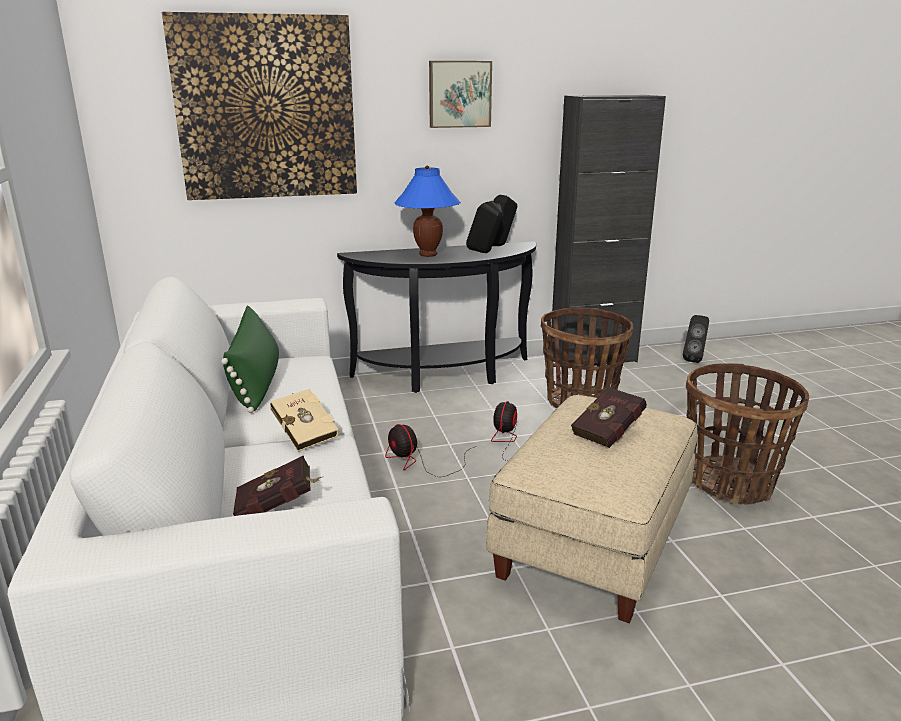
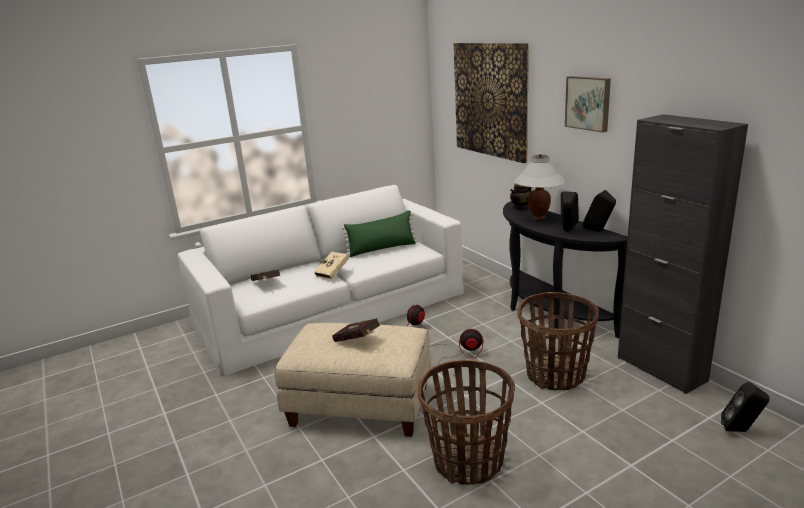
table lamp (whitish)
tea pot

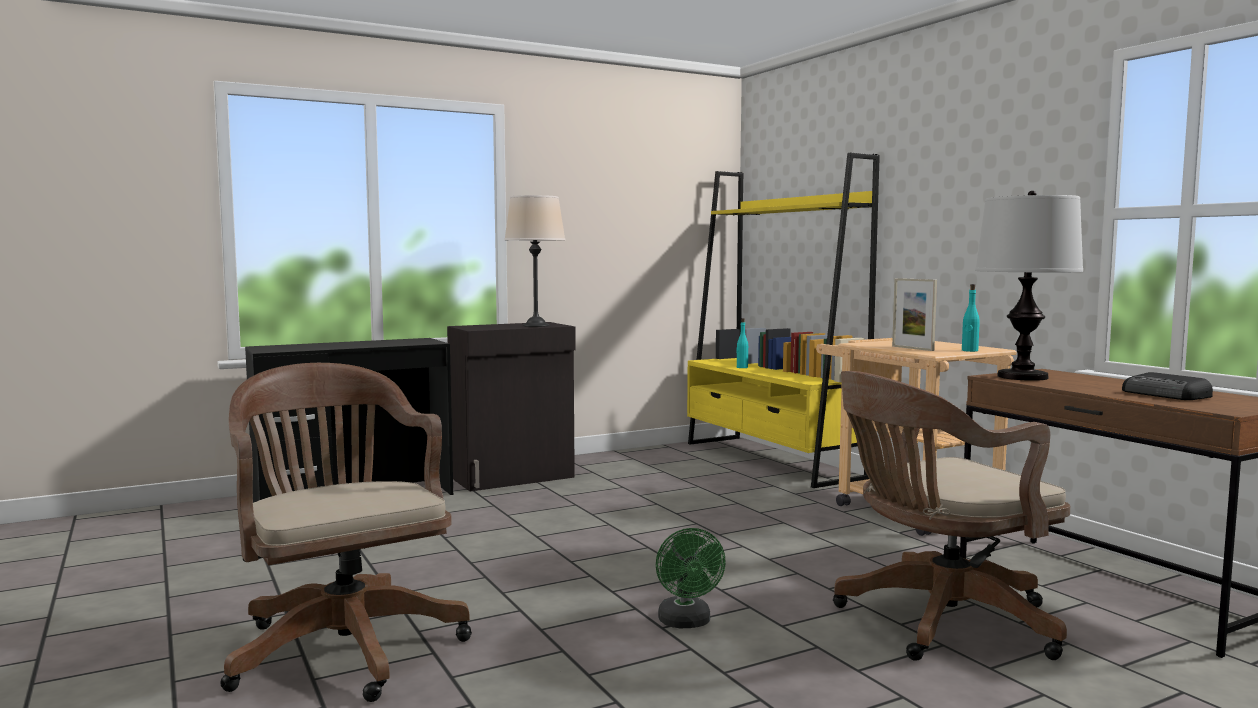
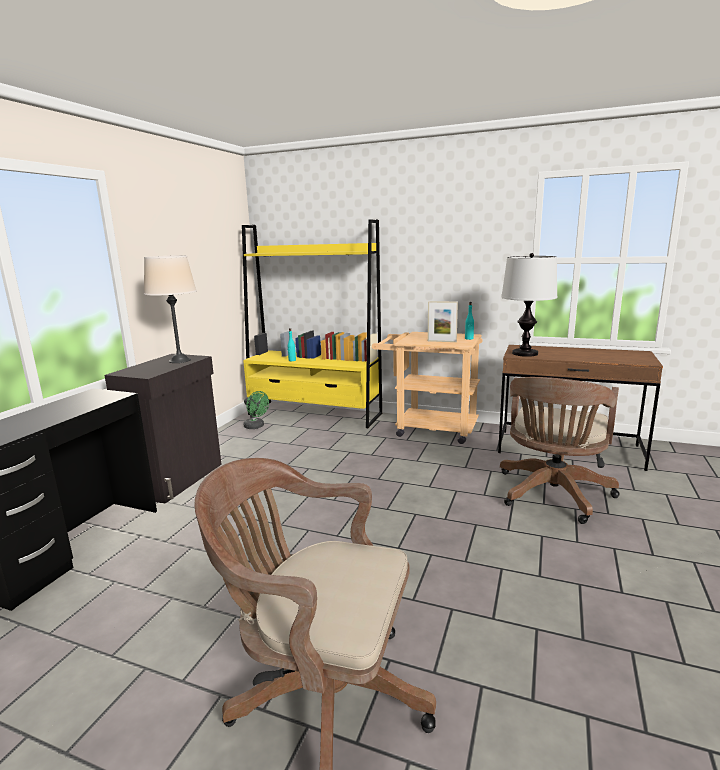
radio receiver
cooling fan (green)

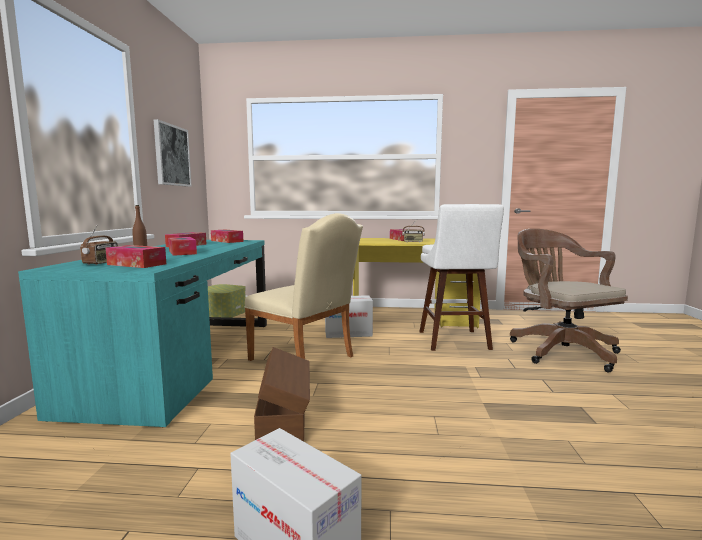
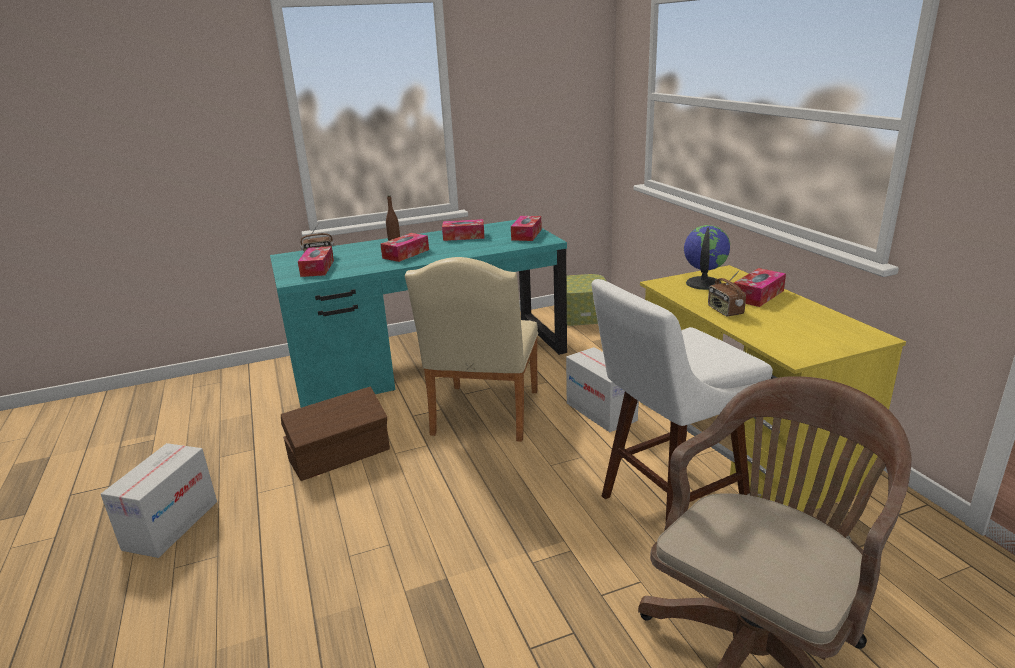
wall art
world globe

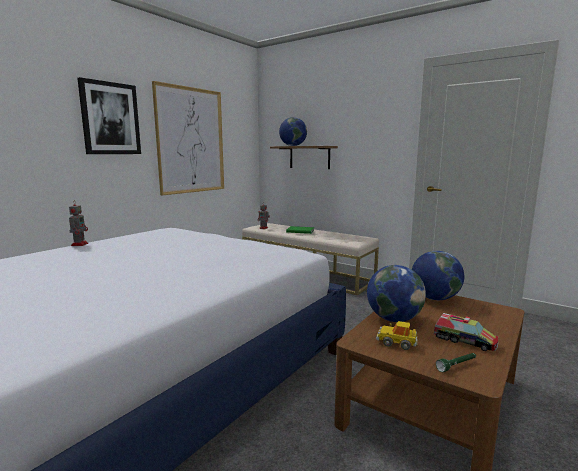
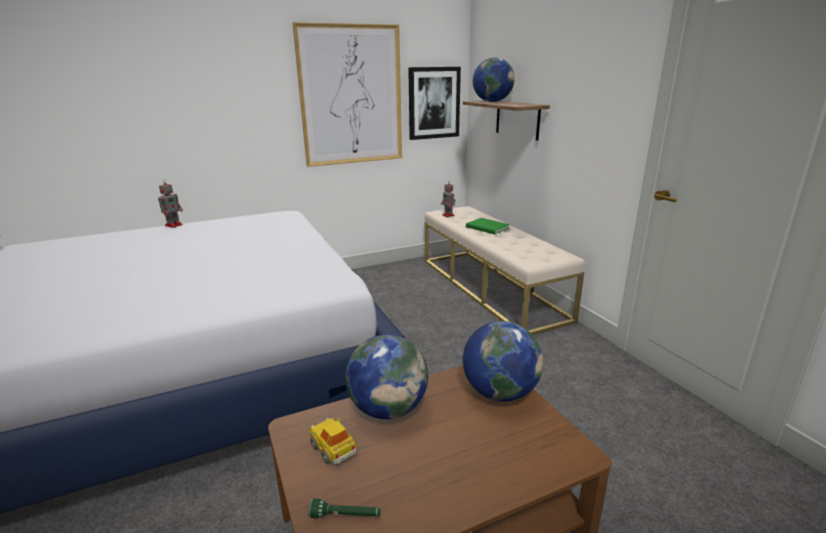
wall art (2nd from left)
model truck

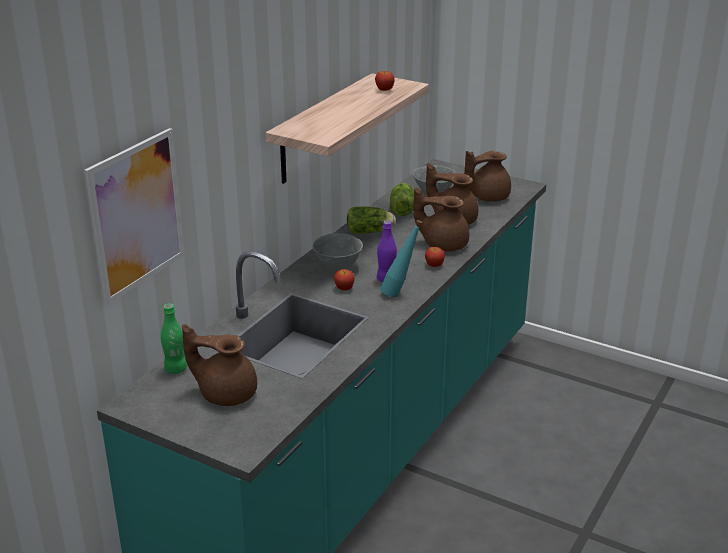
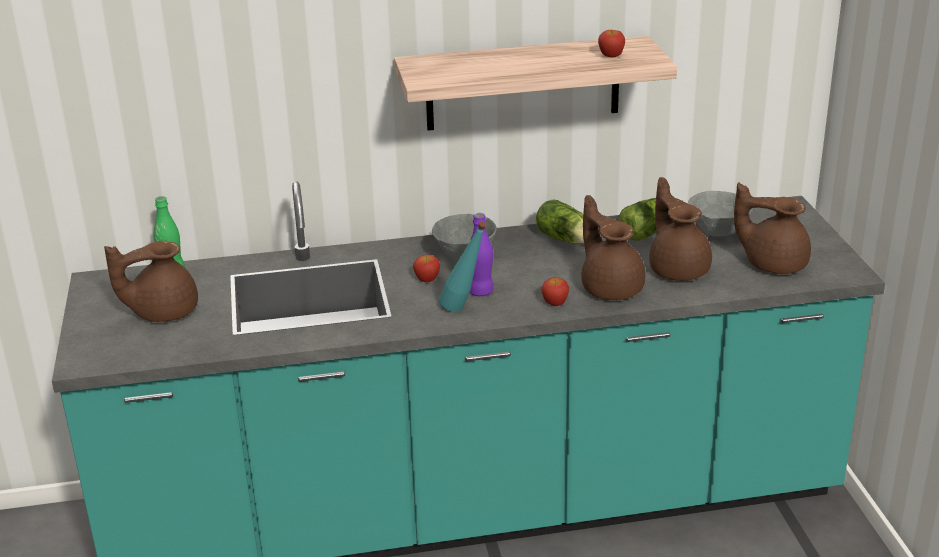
wall art
tea pot (brown-coloured) (1st from left)

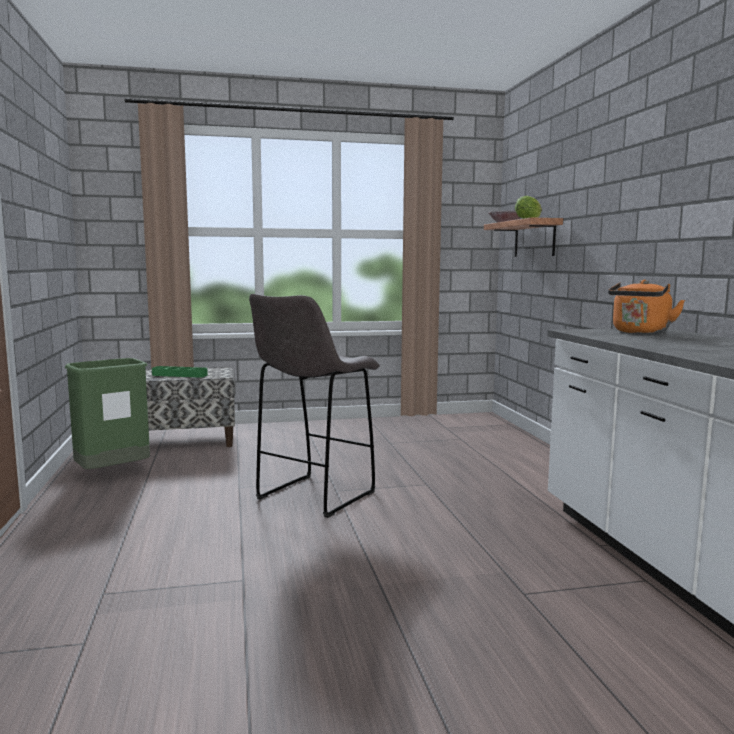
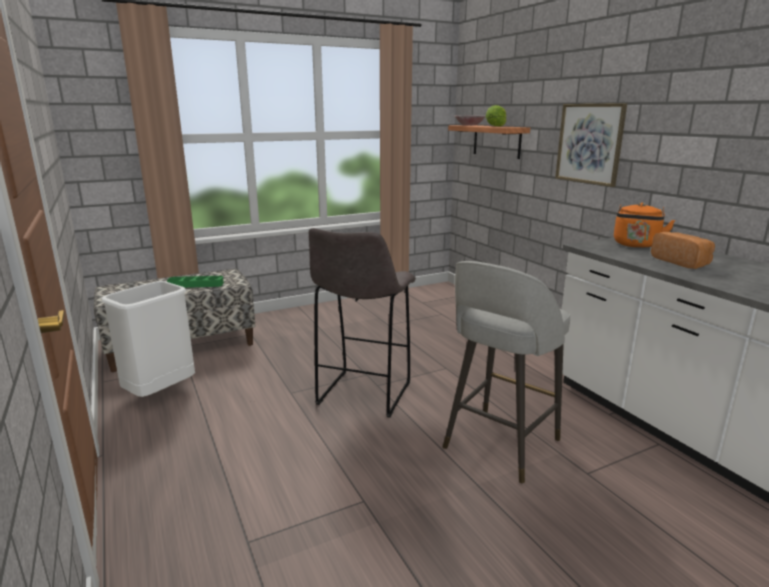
trash can (whitish)
wall art
baked bread
stool (greyish) (2nd from left)

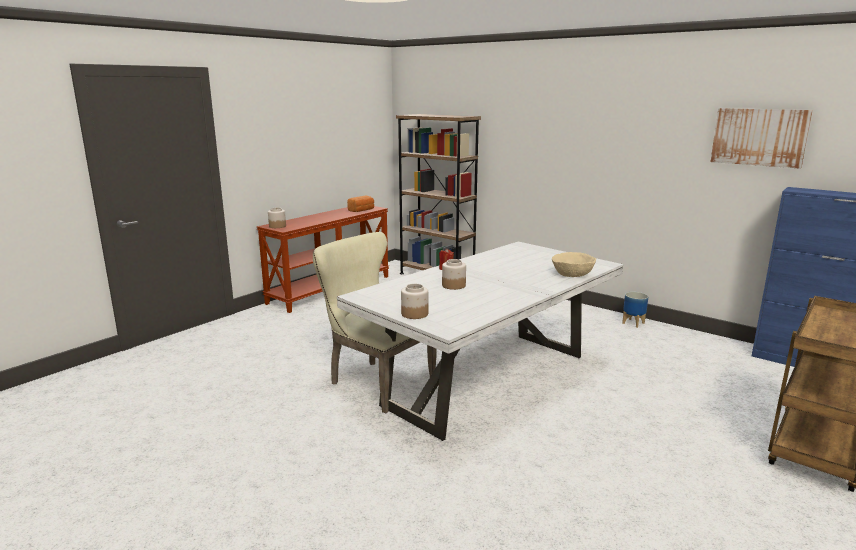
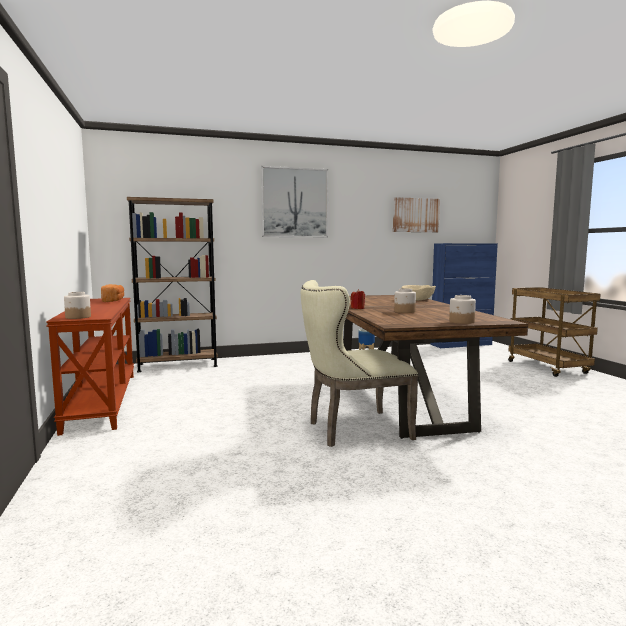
dining table (brown-coloured)
wall art (1st from left)

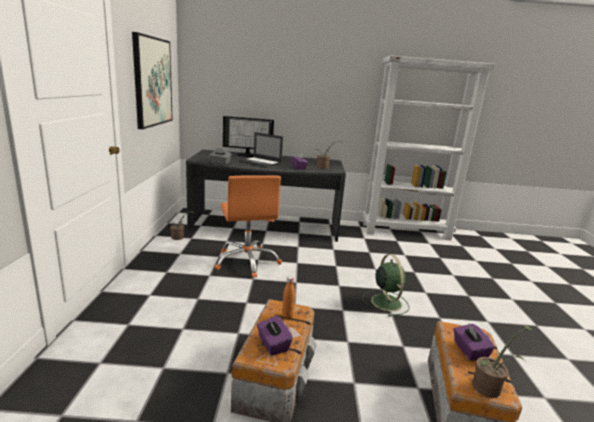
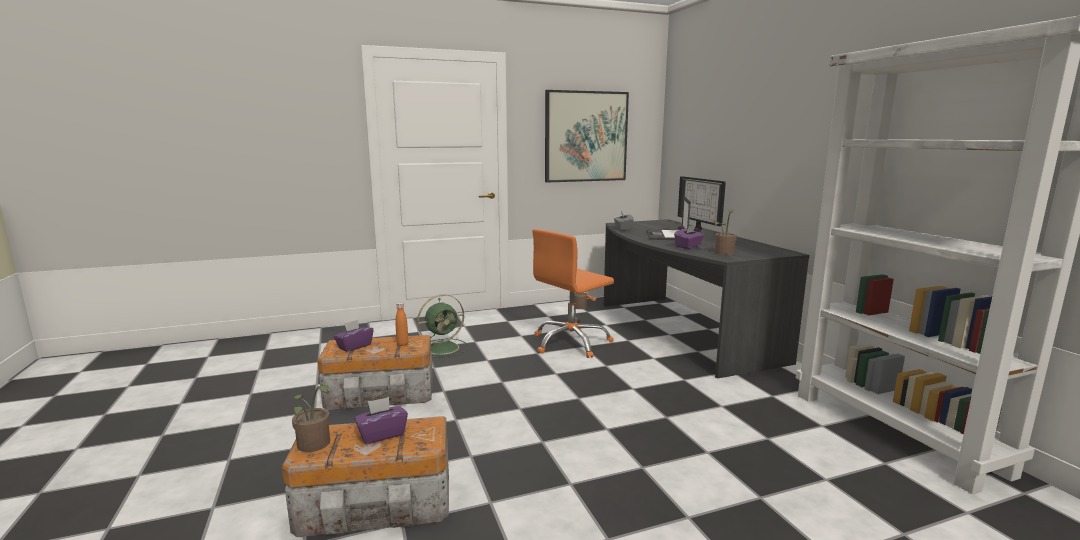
cooling fan (green)

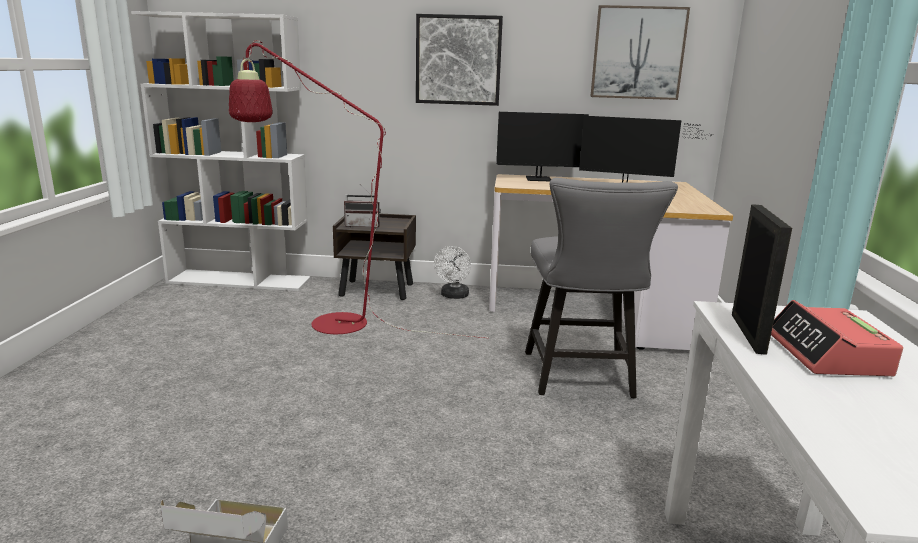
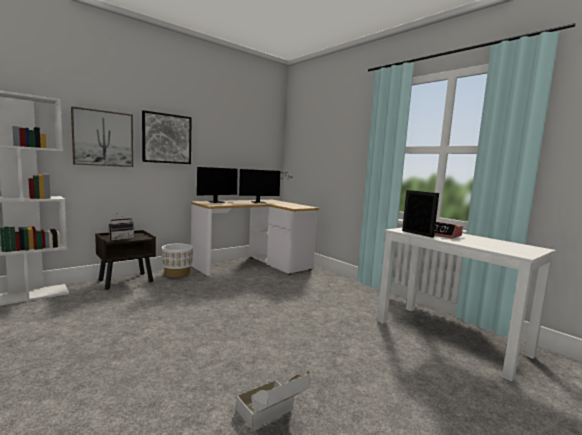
wall art (1st from left)
standard lamp (red)
upright chair (greyish)
flower pot (whitish)

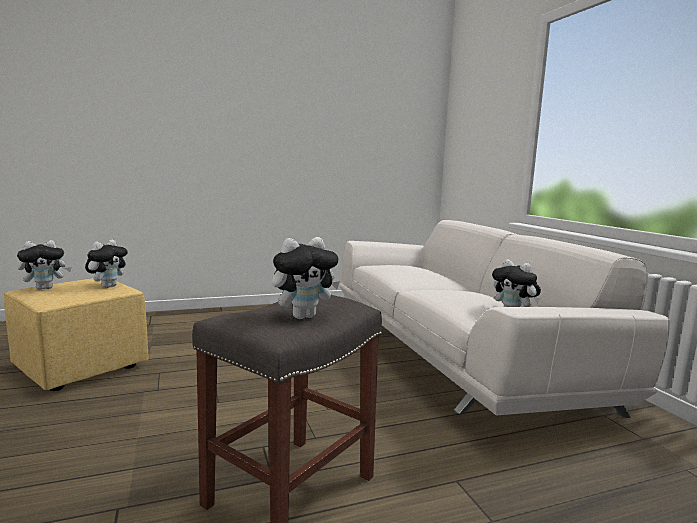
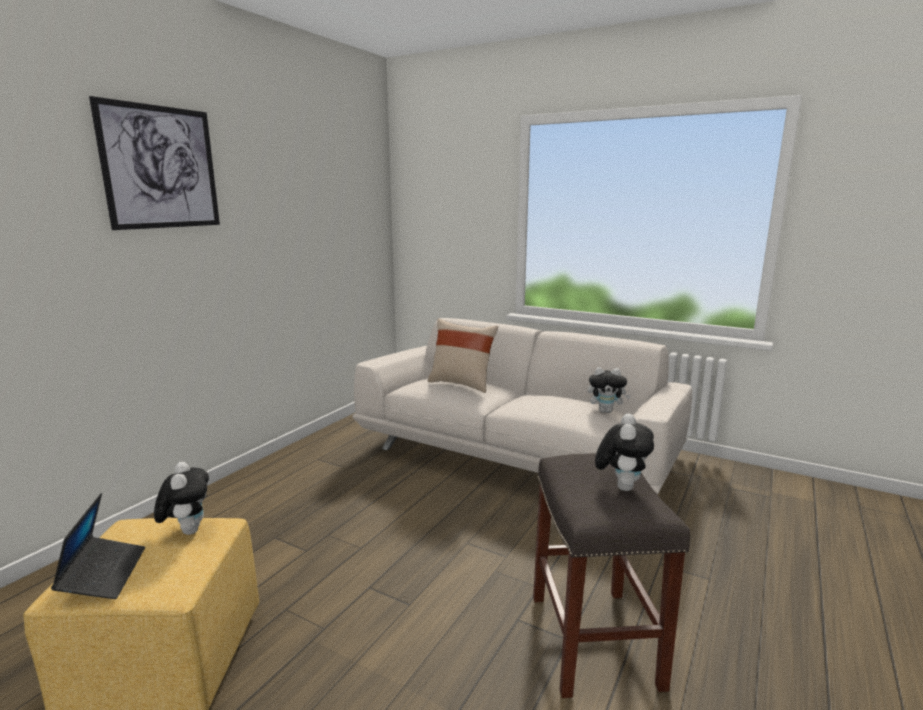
portable computer
wall art
cushion (beige)

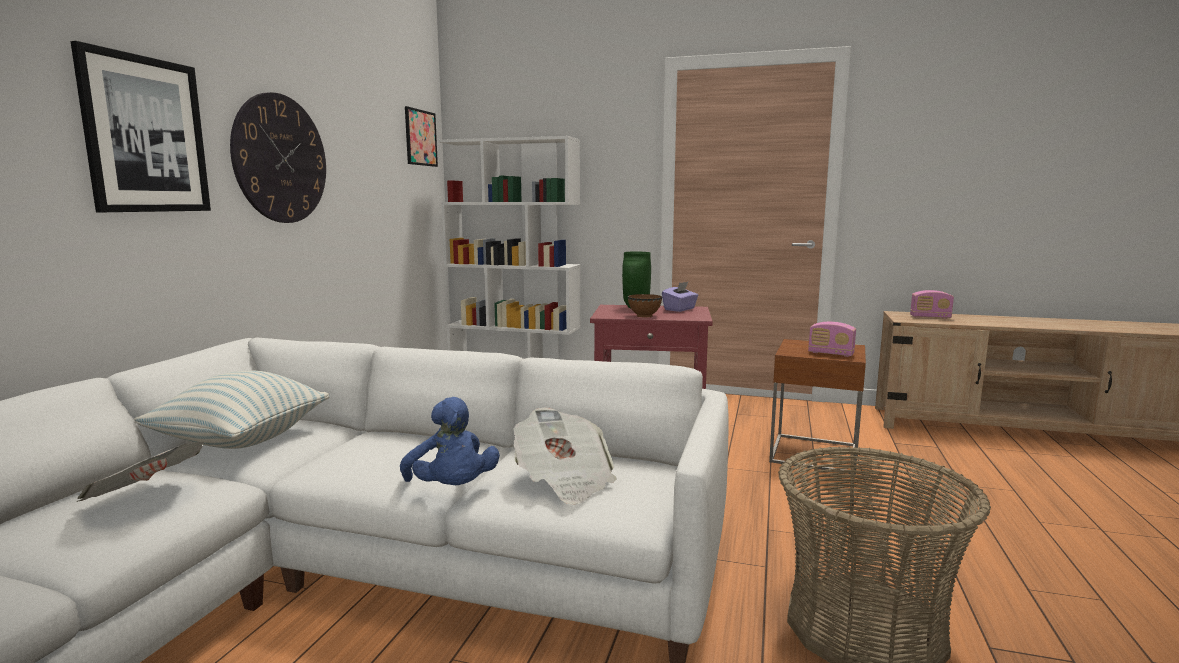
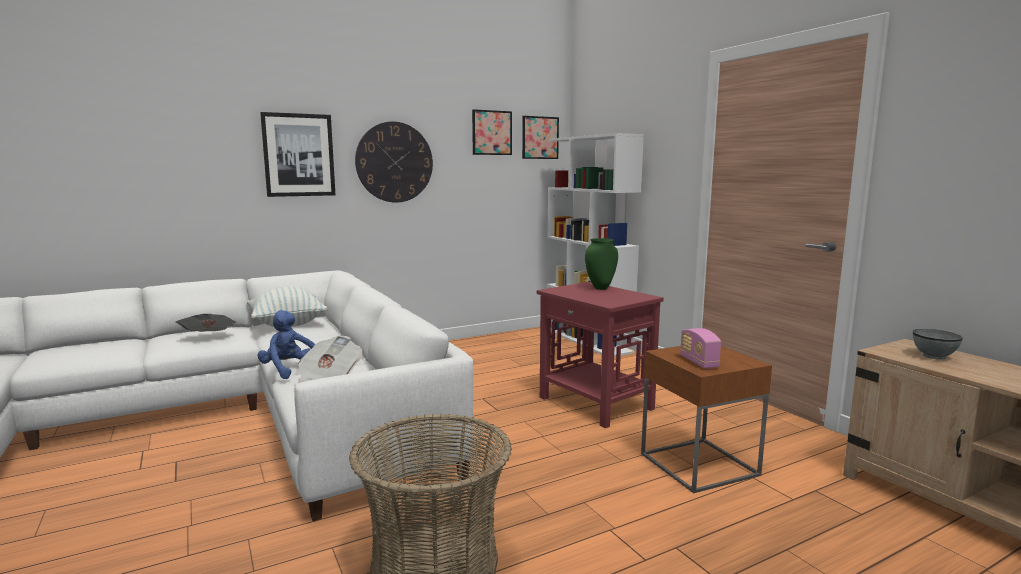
tissue holder (purple)
serving bowl (greyish)
serving bowl (brown-coloured)
plush toy (bluish)
wall art (2nd from left)

